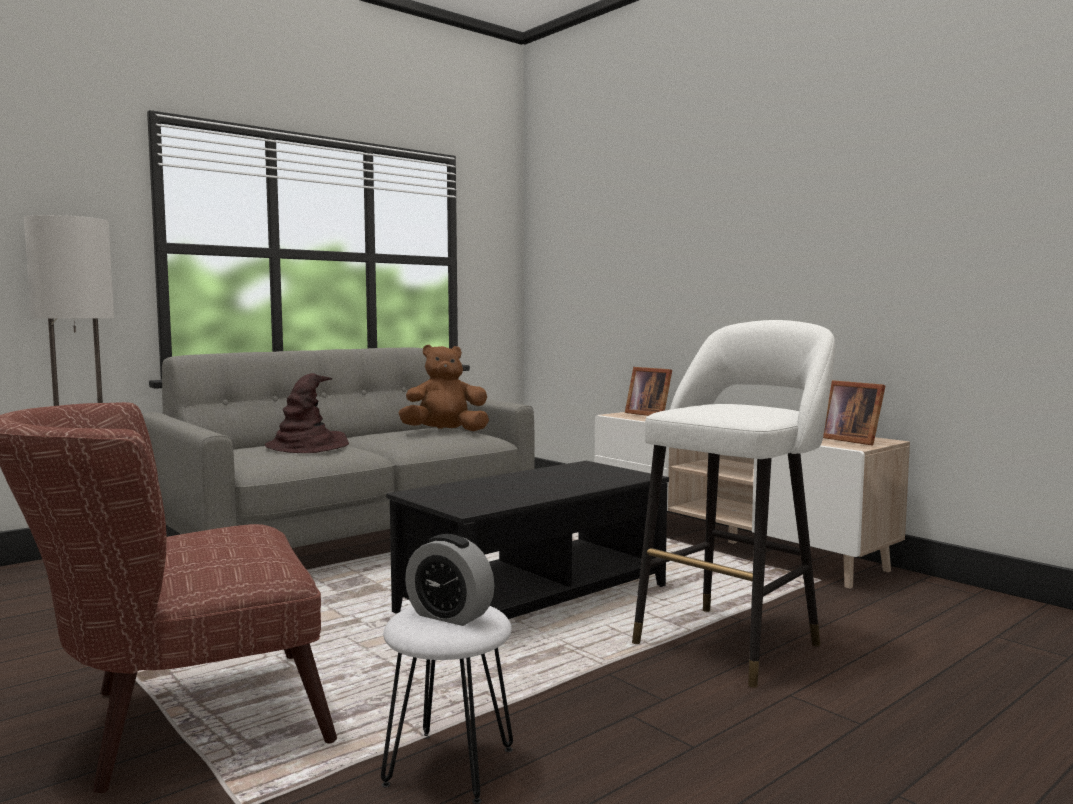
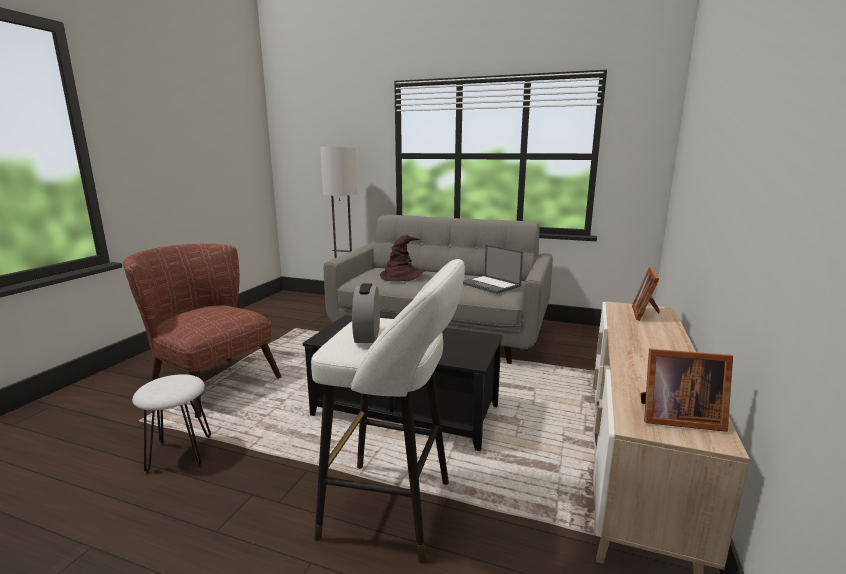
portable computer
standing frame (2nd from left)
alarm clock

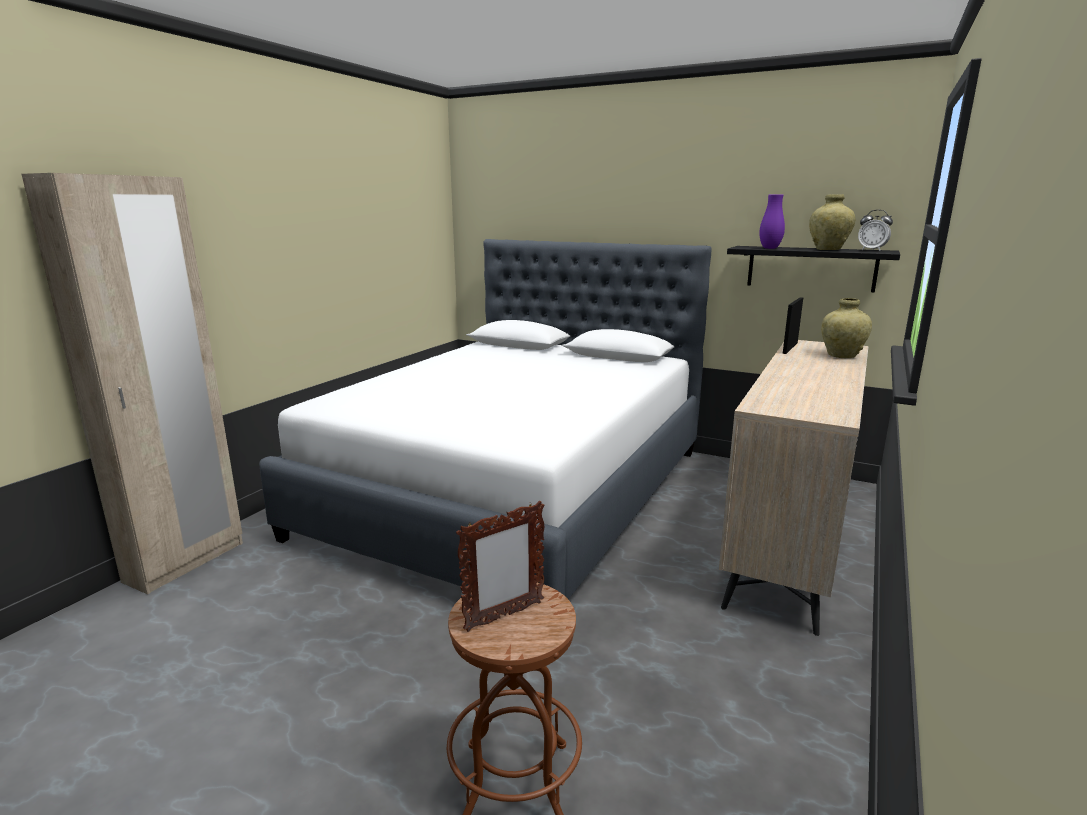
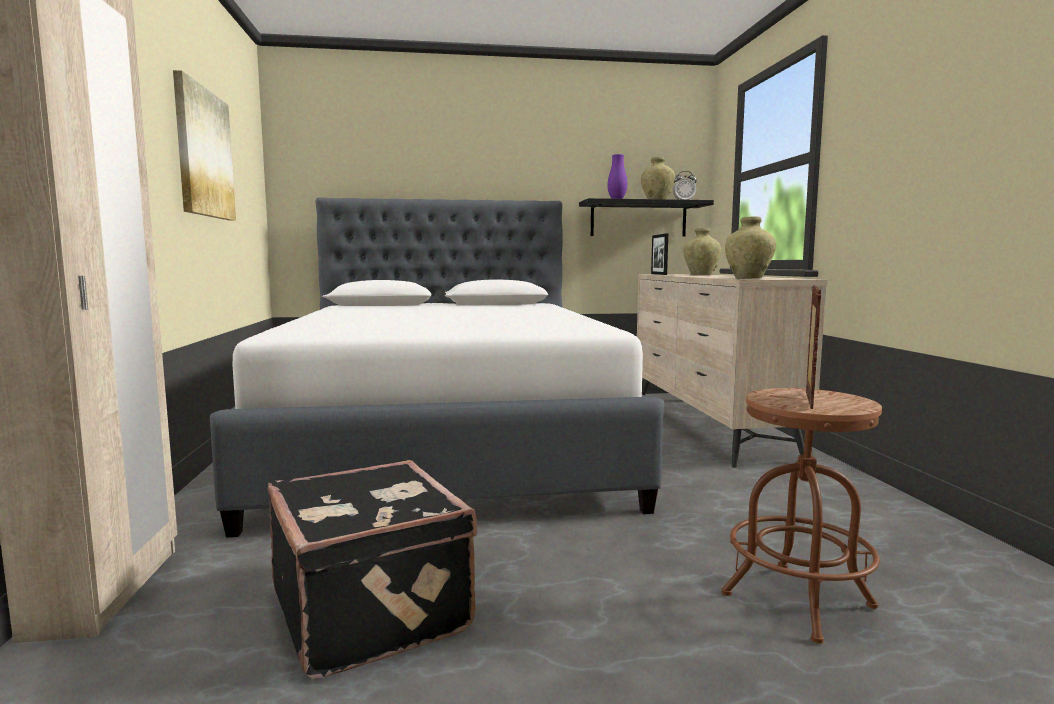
wall art
decorative vase (beige) (3rd from left)
piece of luggage (black-coloured)

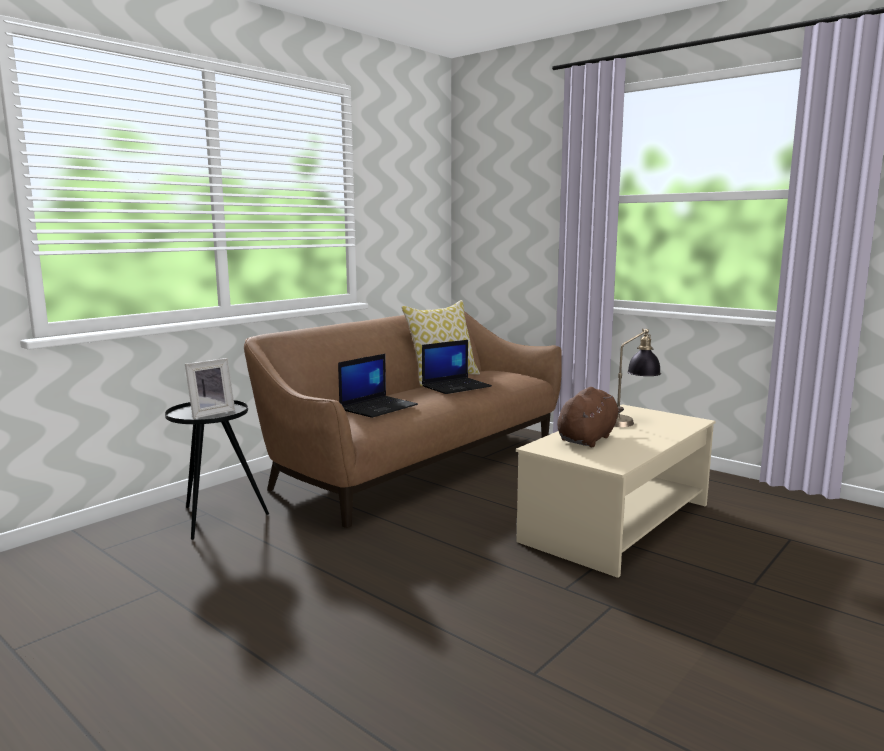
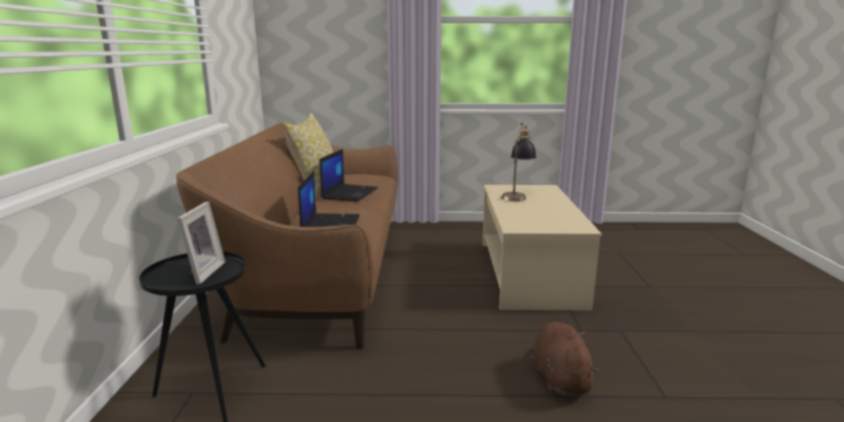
plush toy (brown-coloured)

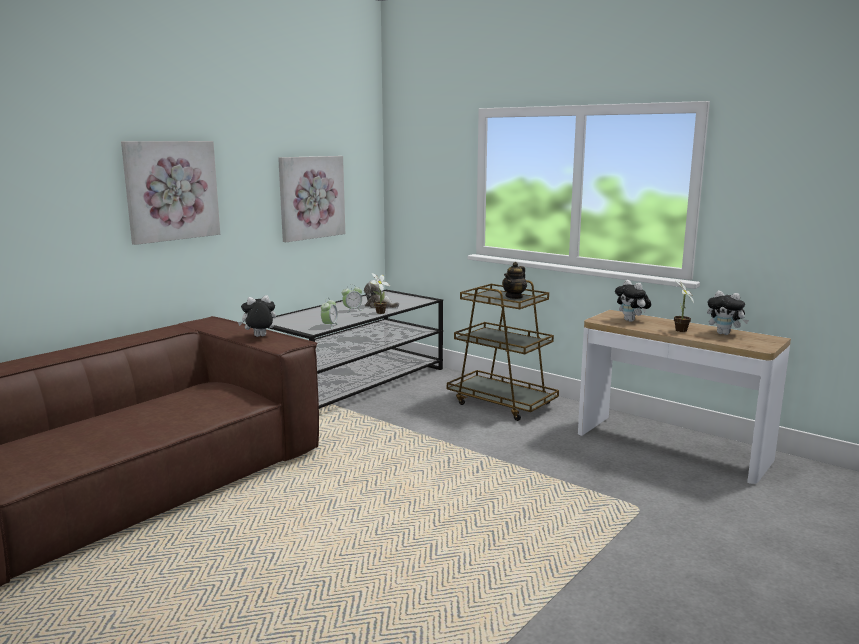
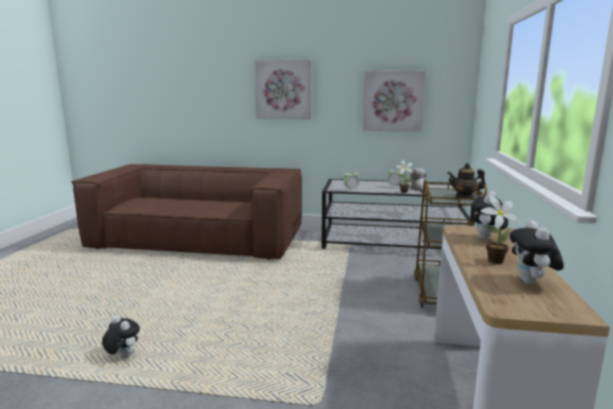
plush toy (1st from left)

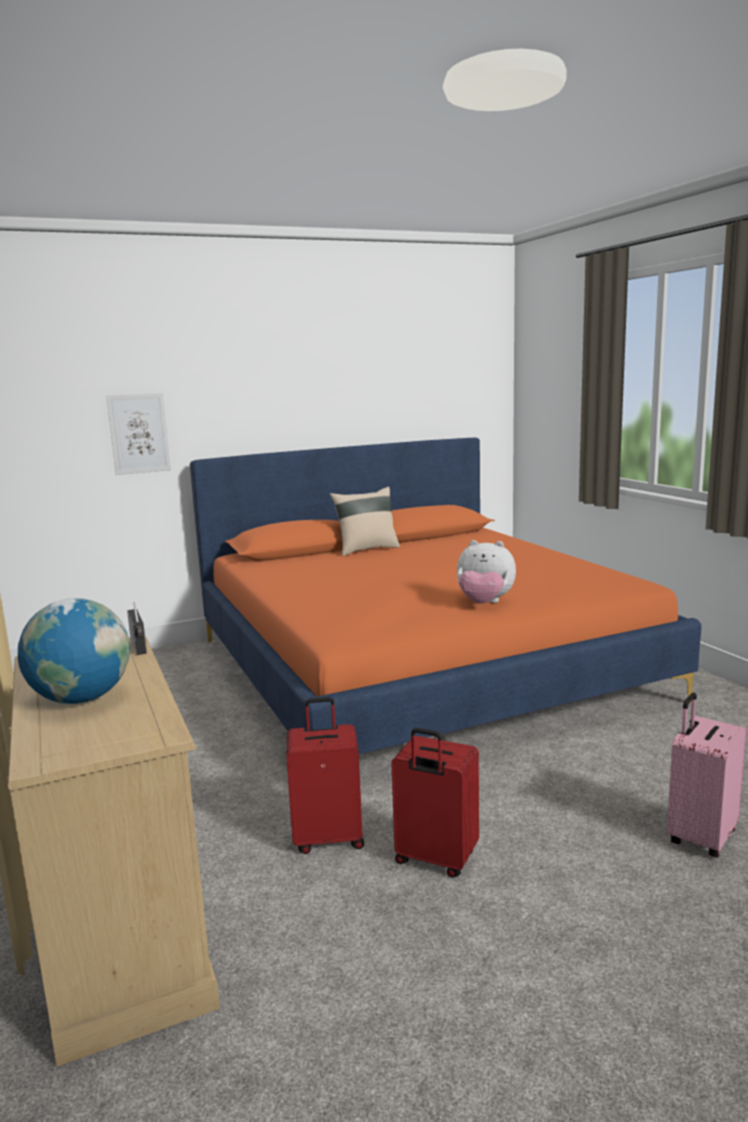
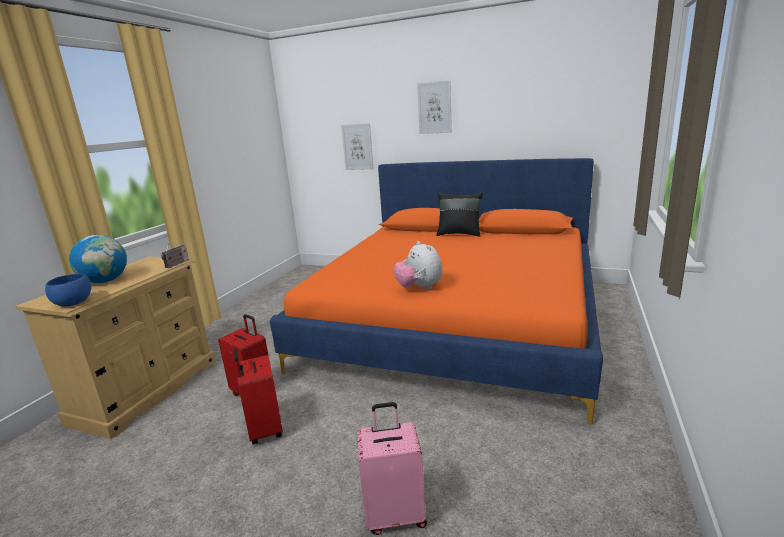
cushion (black-coloured)
wall art (2nd from left)
serving bowl (bluish)

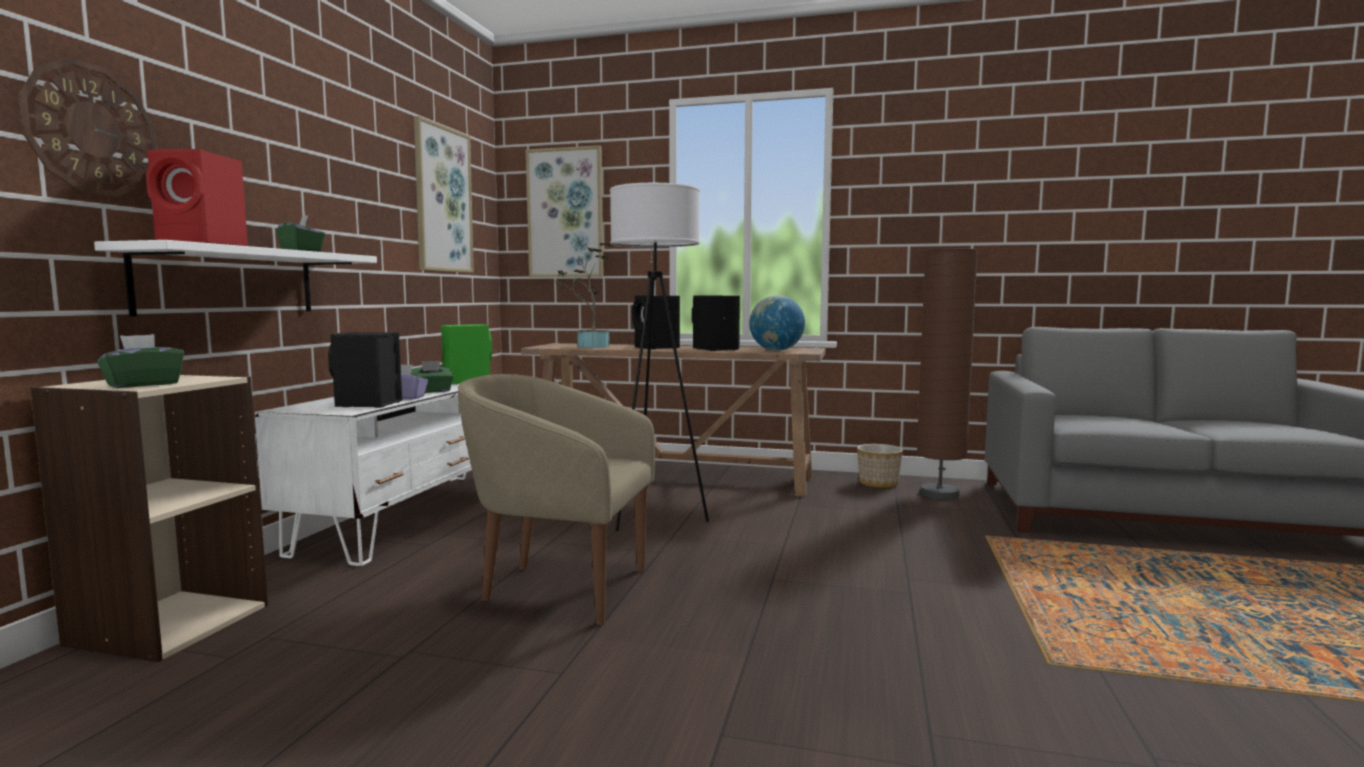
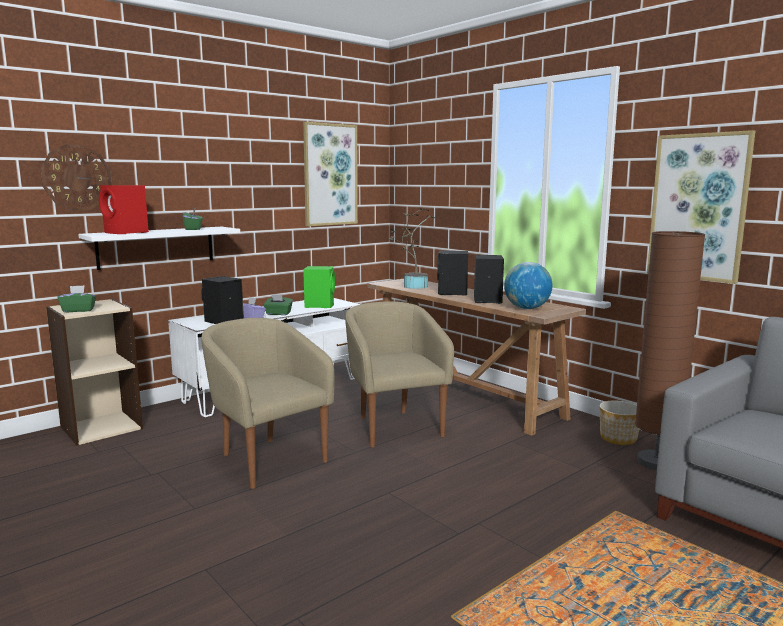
wall art (2nd from left)
lounge chair (beige) (2nd from left)

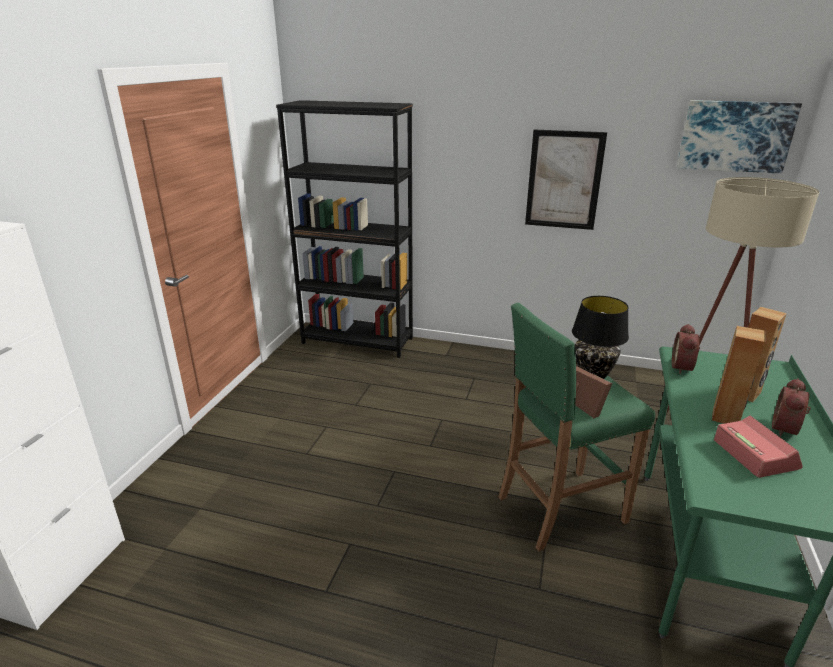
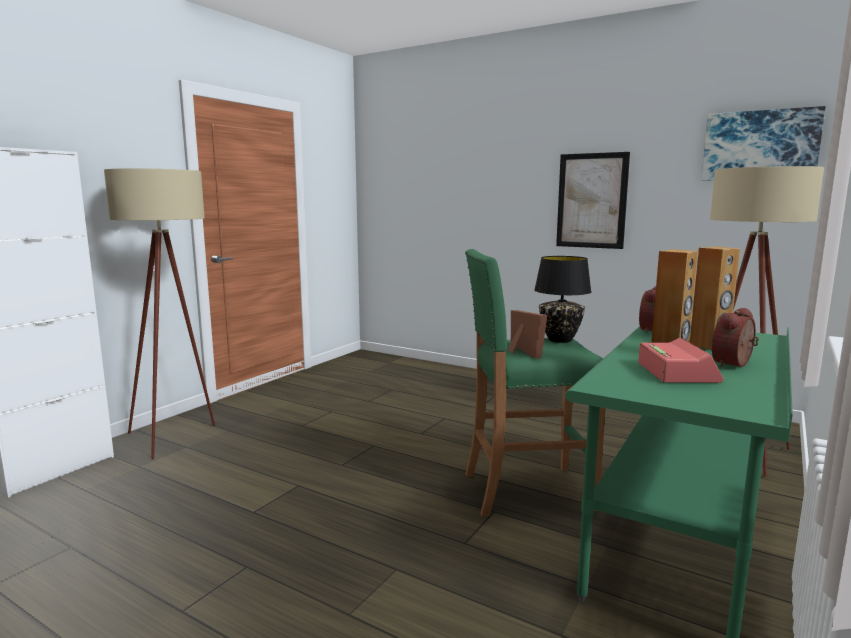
shelving unit (black-coloured)
standard lamp (beige) (1st from left)

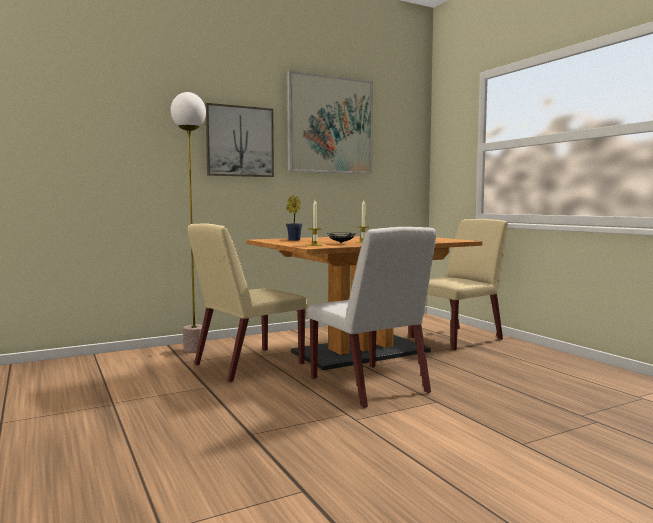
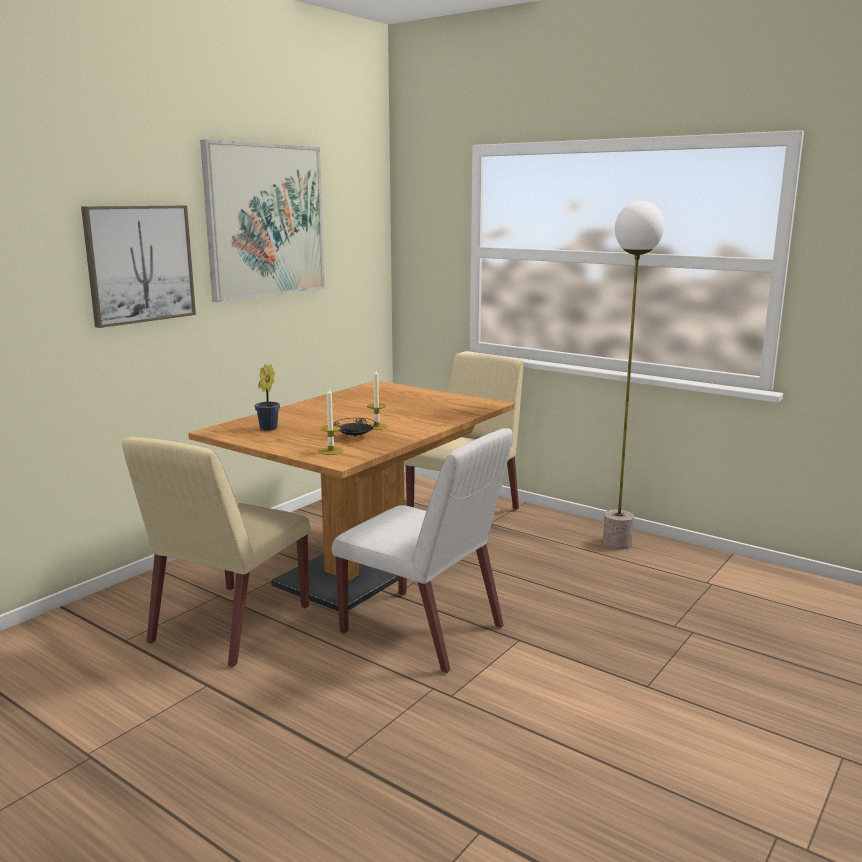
standard lamp

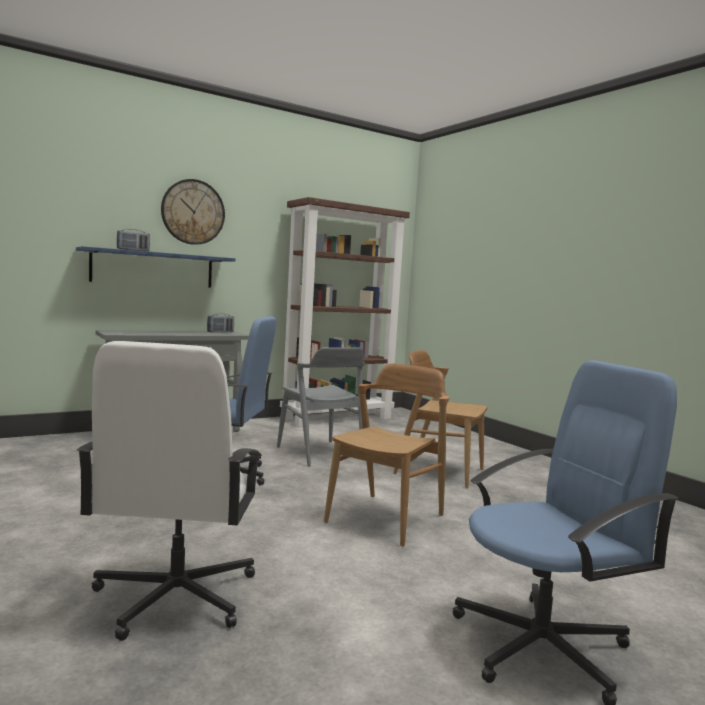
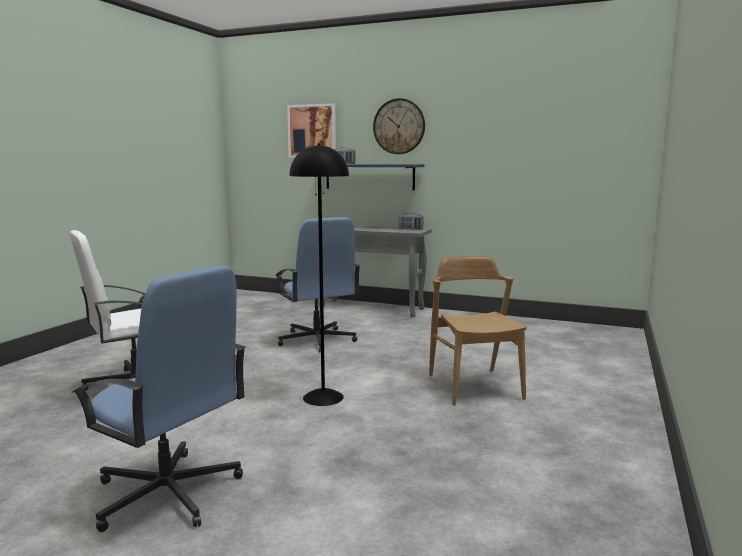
shelving unit (brown-coloured)
upright chair (greyish)
standard lamp (black-coloured)
wall art

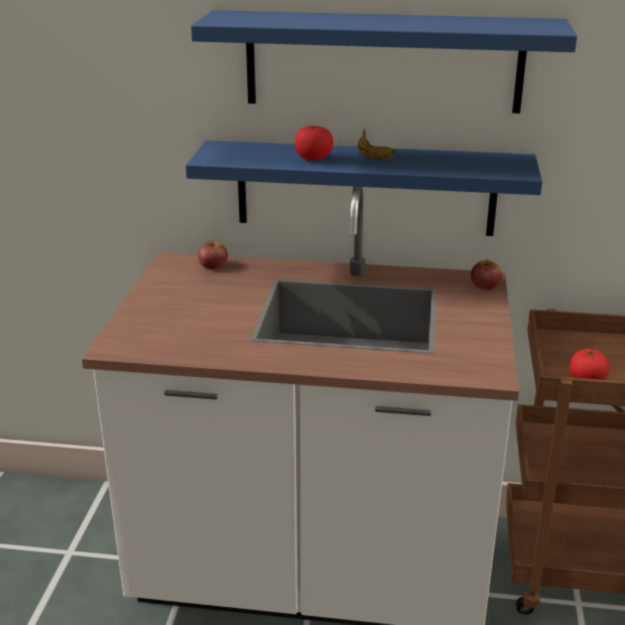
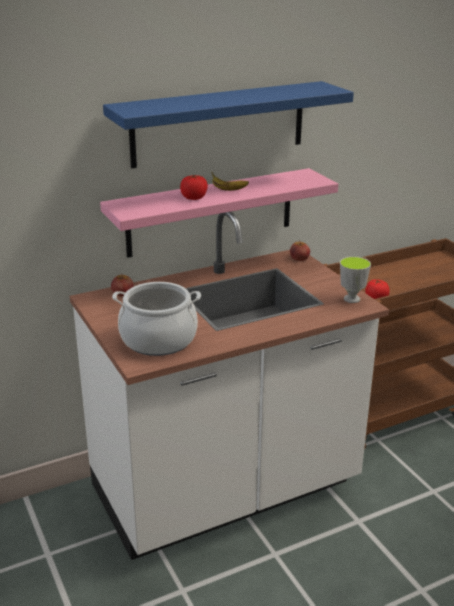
shelf (pink)
small cup
stockpot

